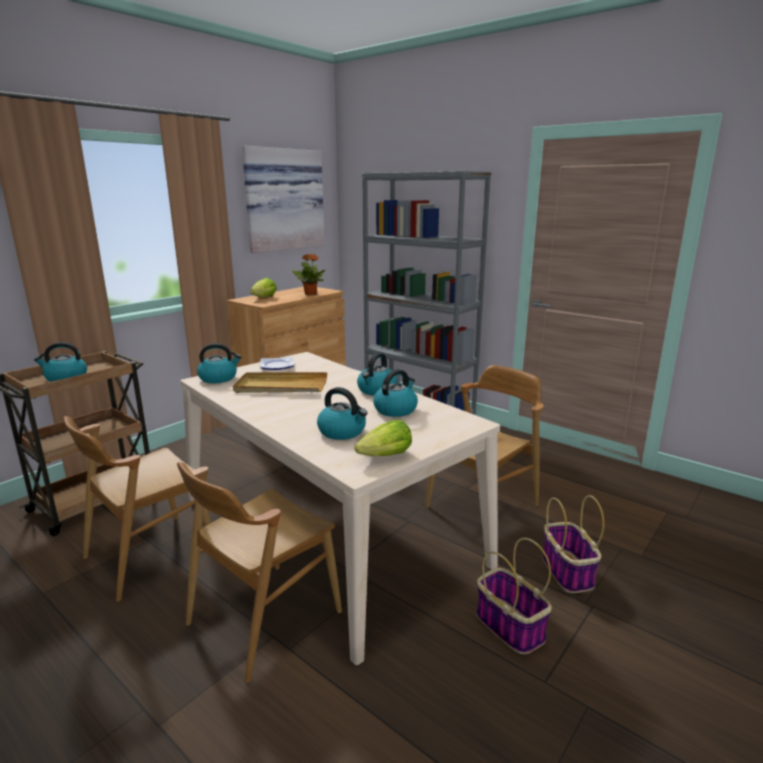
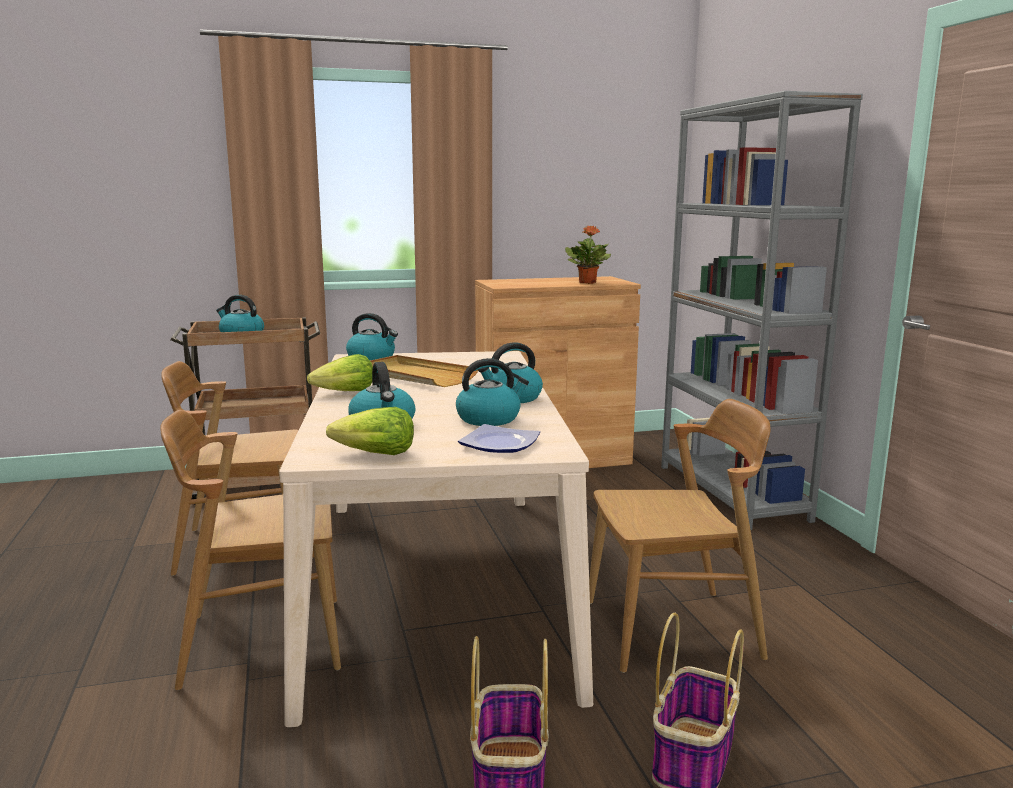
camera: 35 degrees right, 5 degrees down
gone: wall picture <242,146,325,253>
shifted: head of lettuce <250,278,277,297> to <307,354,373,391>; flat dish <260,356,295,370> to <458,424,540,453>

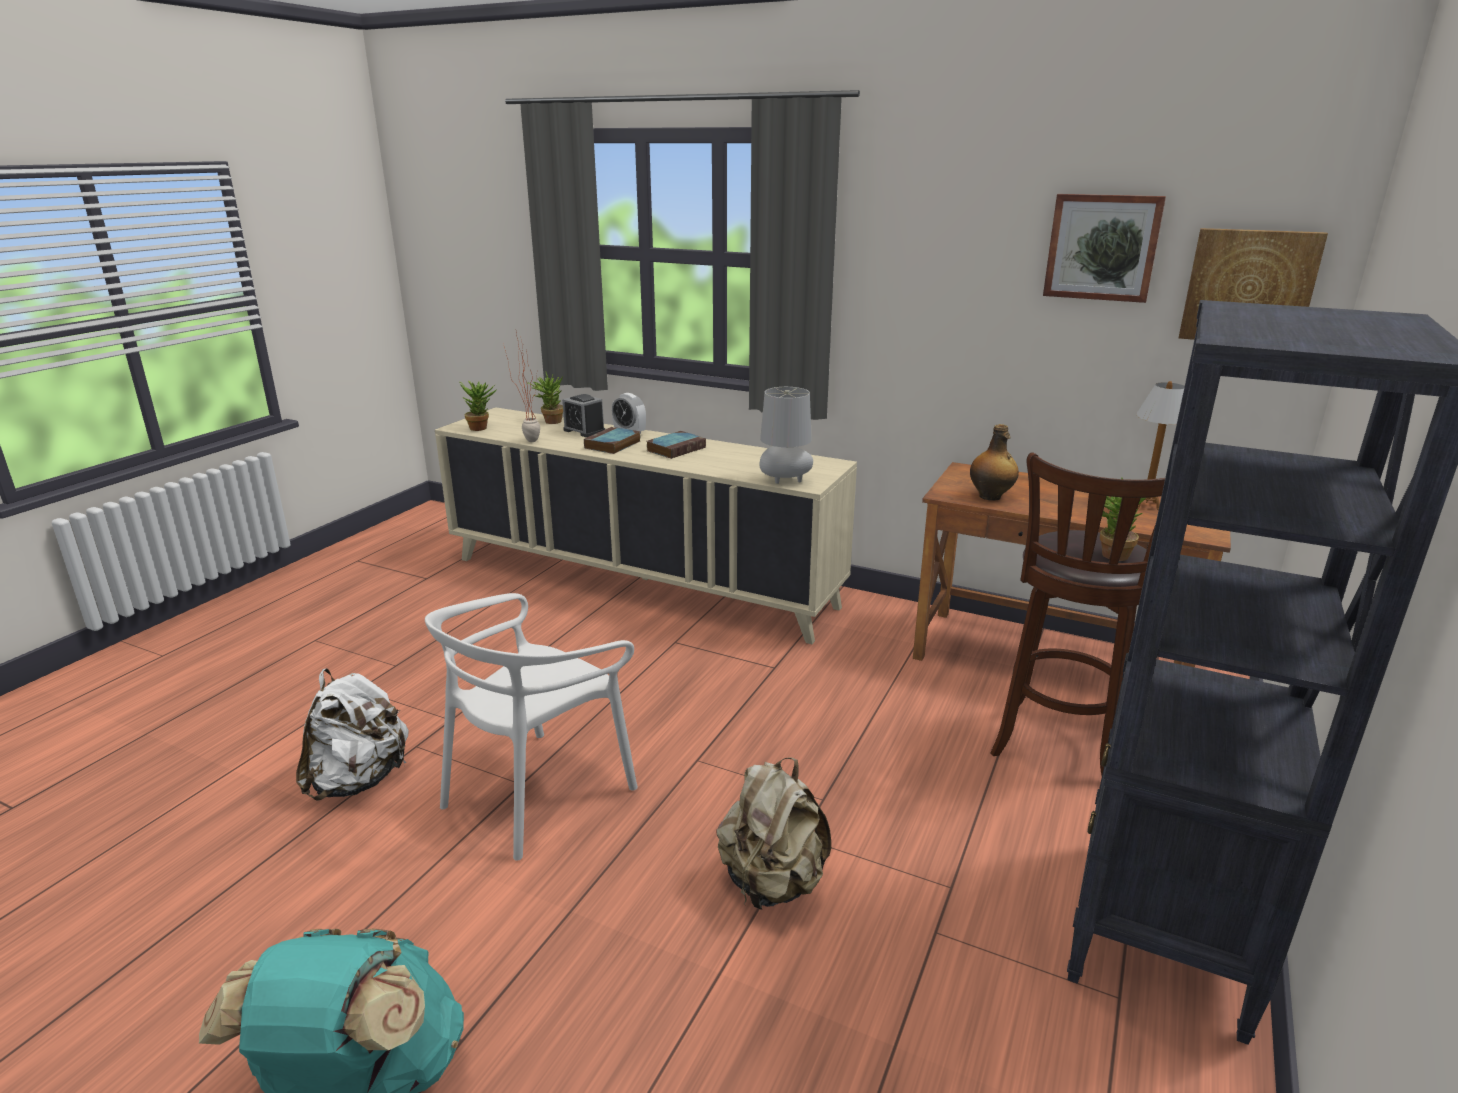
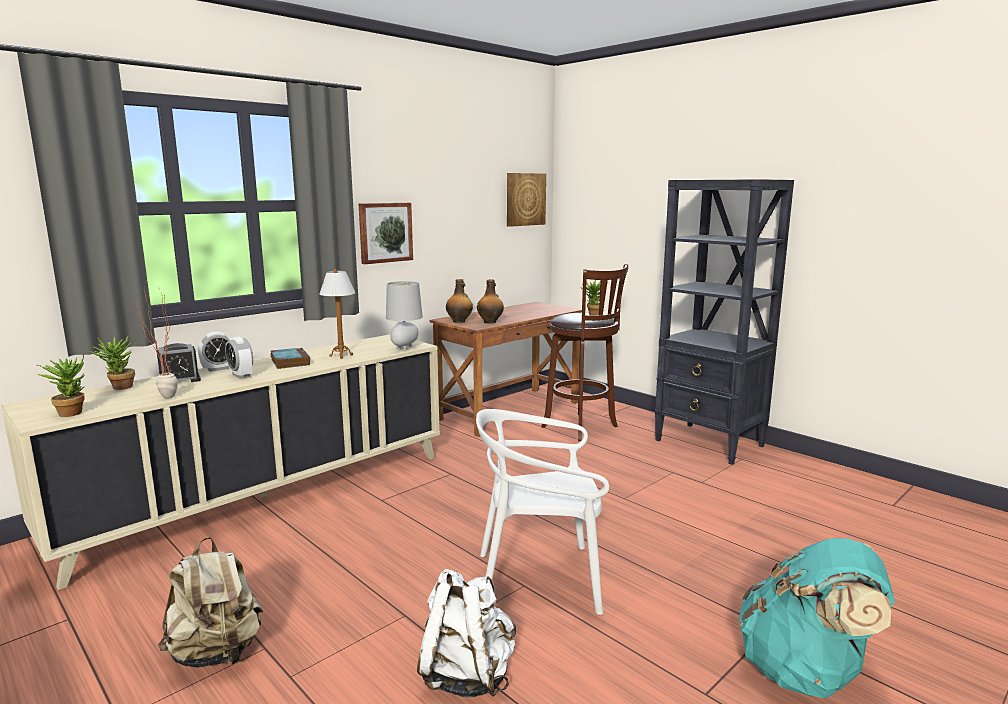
camera: 70 degrees left, 10 degrees down
new: beverage bottle <446,279,473,323>
shifted: knapsack in beige-coloured <716,757,831,910> to <158,537,263,668>; wall picture <1043,194,1166,303> to <359,203,413,264>; tabletop lamp <1136,381,1185,510> to <319,269,356,359>
swapped: volume <584,427,640,454> to bedside clock <225,337,253,379>
rotated: chair in white <425,593,638,861> = <476,409,609,615> 120 degrees clockwise

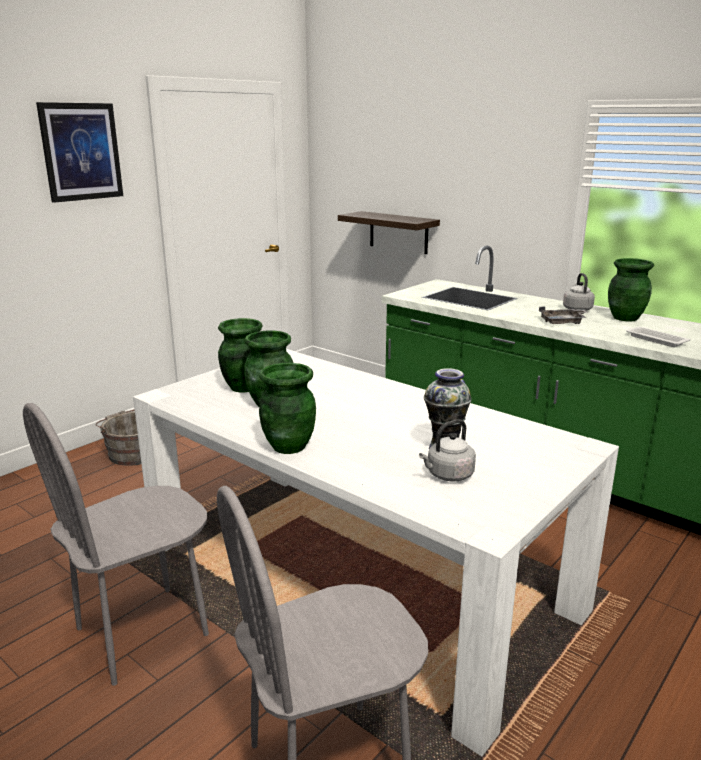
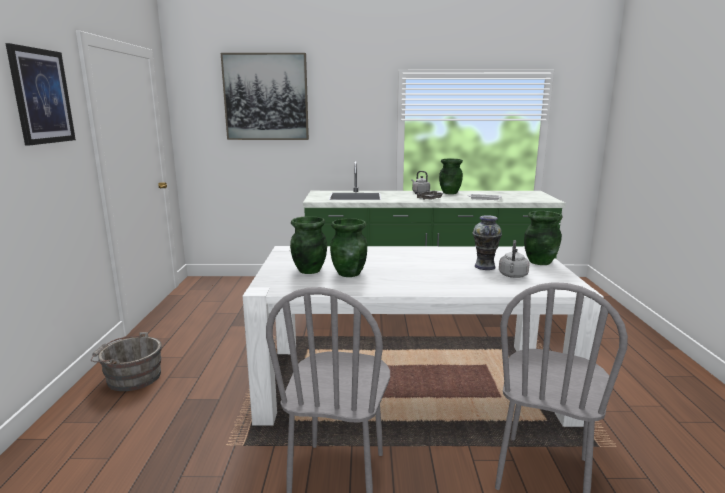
camera: 40 degrees left, 5 degrees down
gone: wall shelf <338,211,440,254>
new: wall picture <221,53,309,140>
shifted: decorative vase in green <259,363,316,454> to <524,211,563,265>

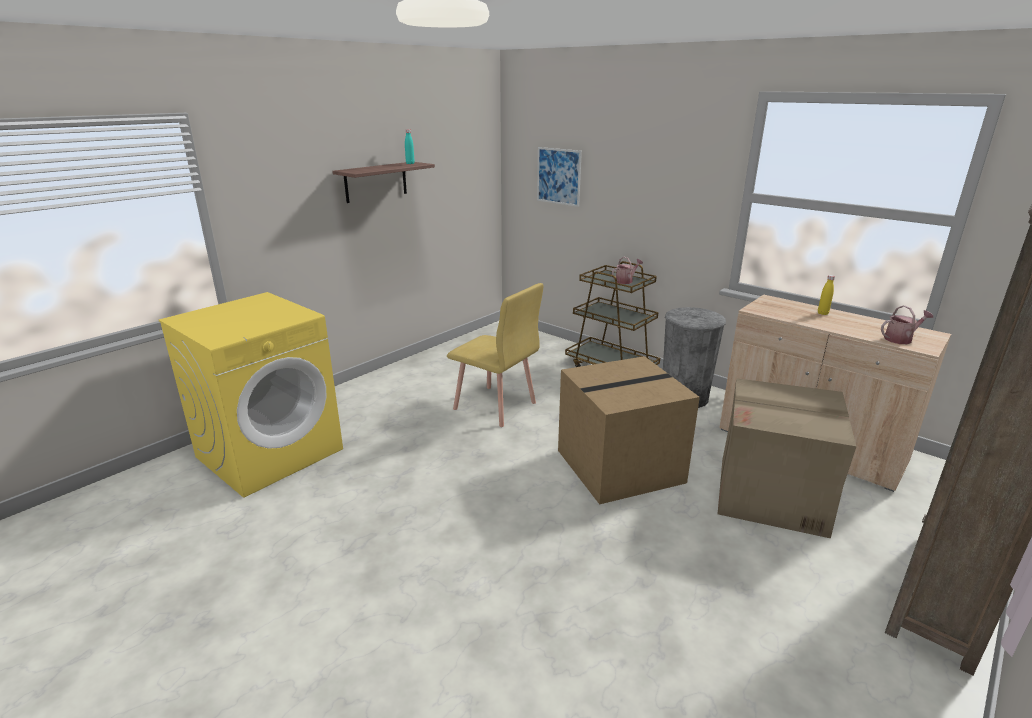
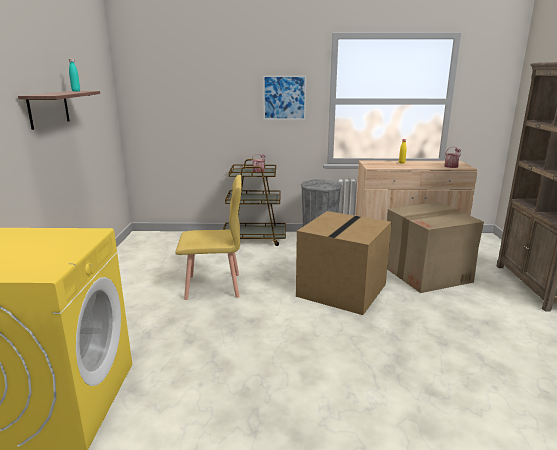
camera: 40 degrees left, 5 degrees down
shifted: wall picture <537,147,582,207> to <263,75,306,120>

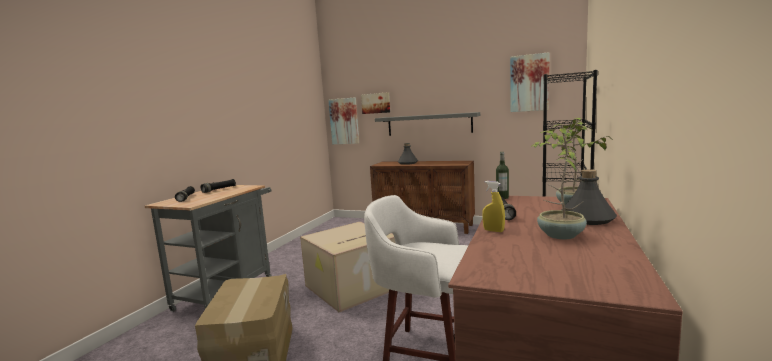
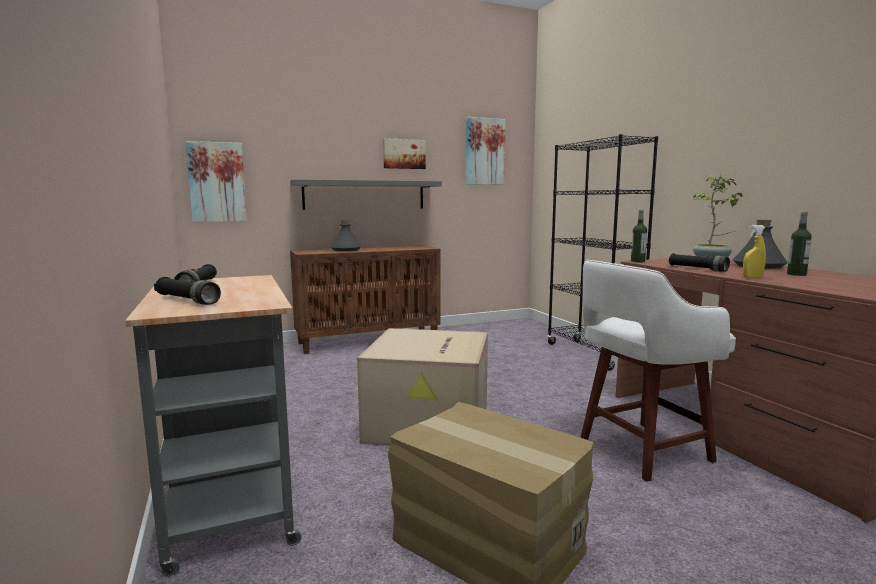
camera: 45 degrees left, 0 degrees up
shifted: wall picture <361,92,390,114> to <383,138,426,169>
swapped: plant in a pot <531,123,587,240> to beverage bottle <787,212,812,276>

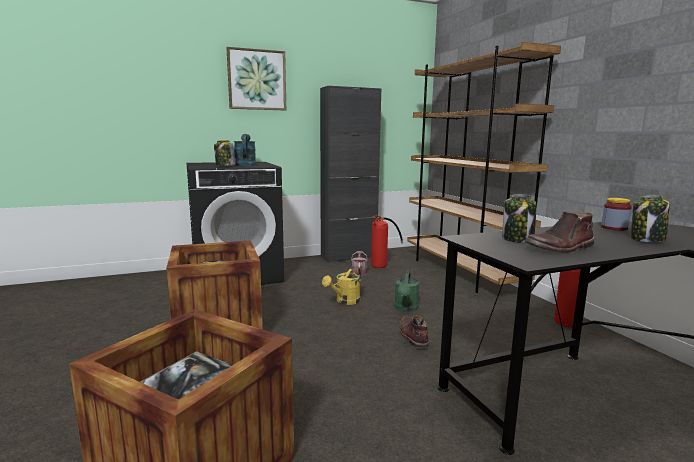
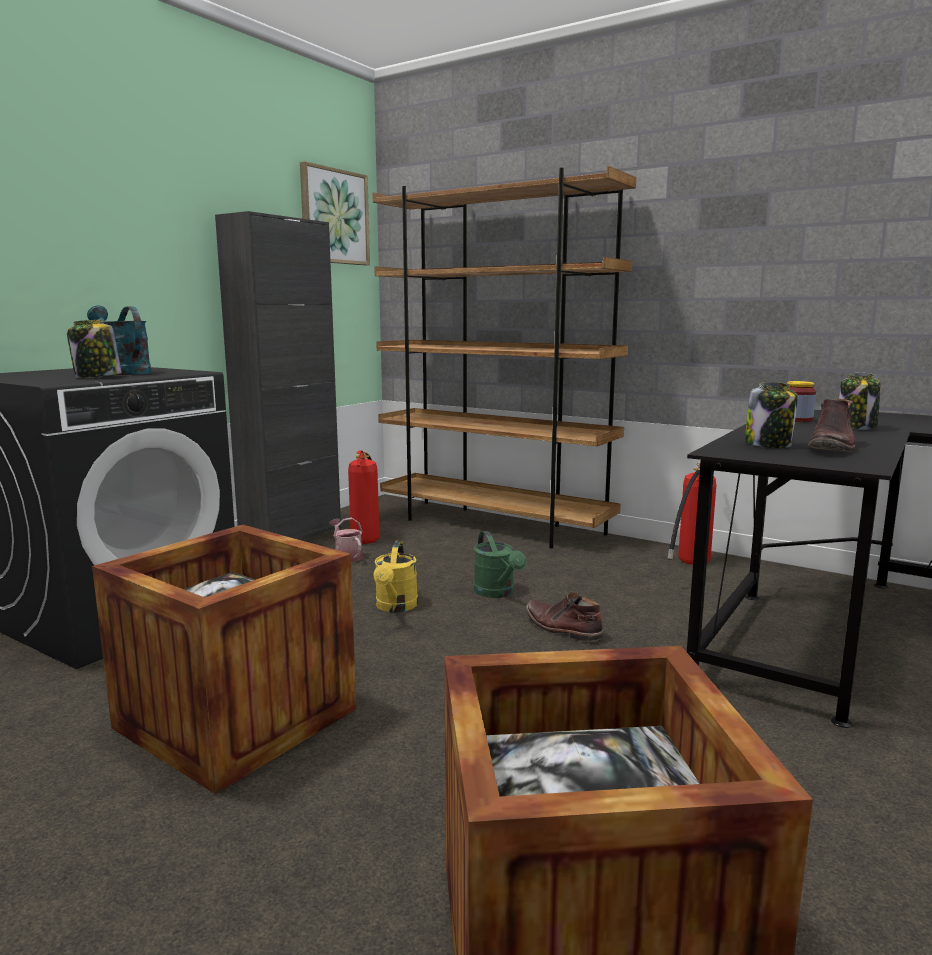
camera: 35 degrees left, 0 degrees up
shifted: wall picture <227,47,286,110> to <300,161,370,265>

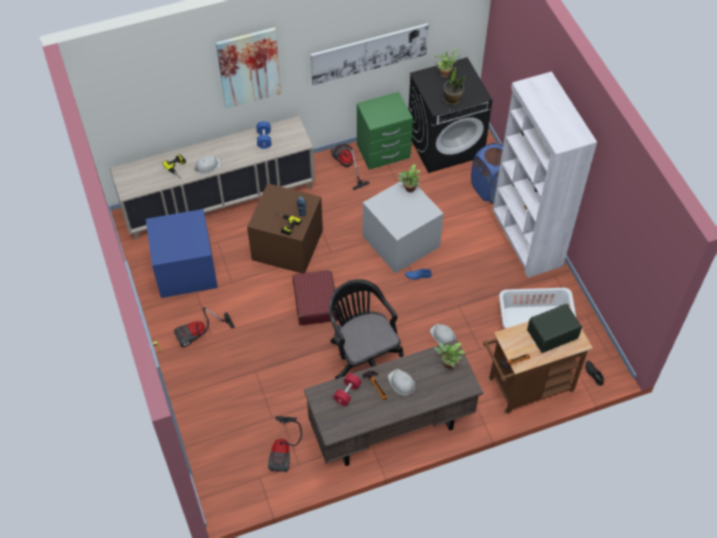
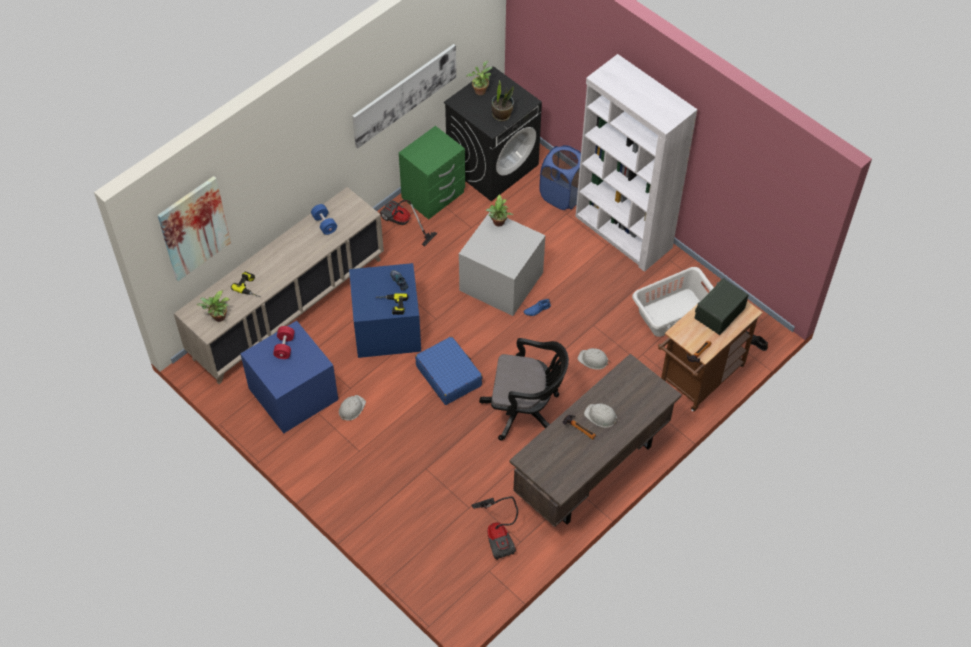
camera: 25 degrees left, 0 degrees up
gone: vacuum cleaner <174,307,235,347>
shifted: safety helmet in white <195,155,222,174> to <339,395,366,421>; wall picture <216,27,281,109> to <158,176,231,281>; dumbbell in red-coloured <333,373,361,406> to <273,326,295,359>; plant in a pot <434,343,465,369> to <197,290,230,322>
repainted: storage box in brownish <247,183,323,273> to storage box in bluish <349,263,421,358>; travel case in red-coloured <293,270,338,325> to travel case in bluish <415,336,483,405>
rotated: desk chair in blackish <329,279,404,379> = <479,338,569,441> 150 degrees clockwise

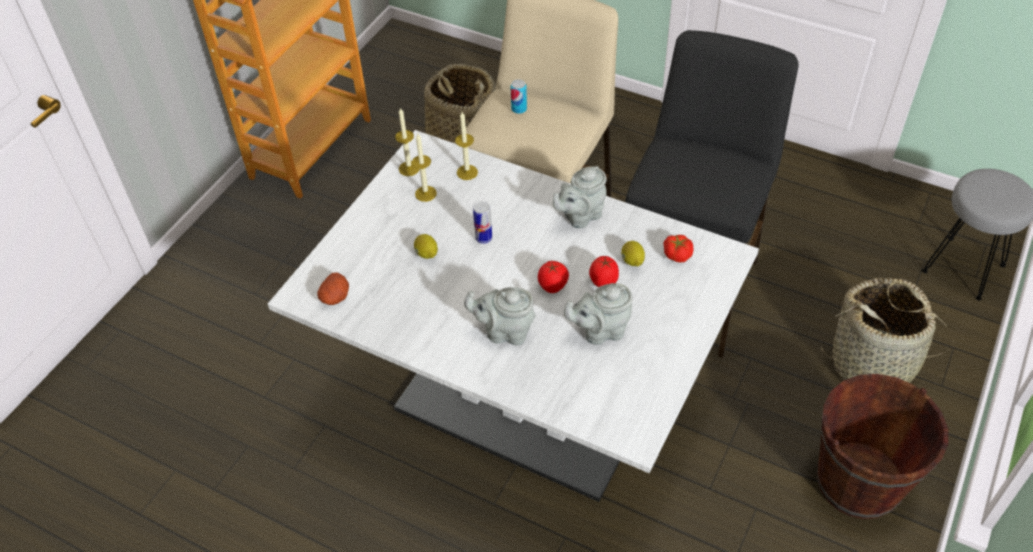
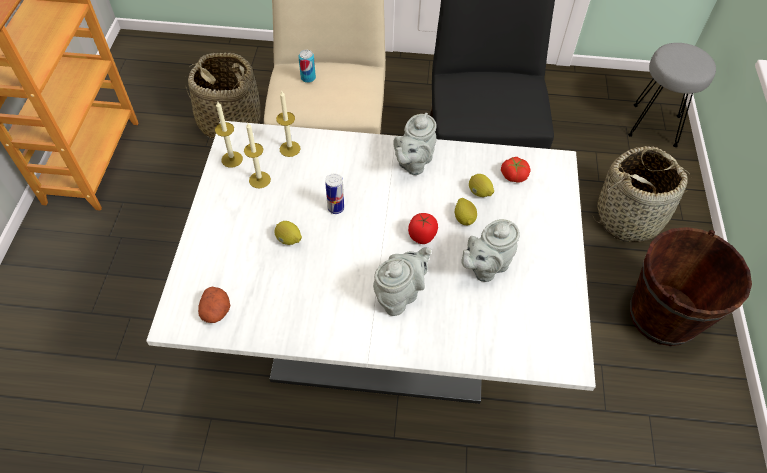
camera: 25 degrees left, 5 degrees up
swapped: whole tomato <589,256,619,287> to whole lemon <455,198,477,225>
rotated: teapot in gray <464,287,536,346> = <373,247,431,316> 150 degrees clockwise

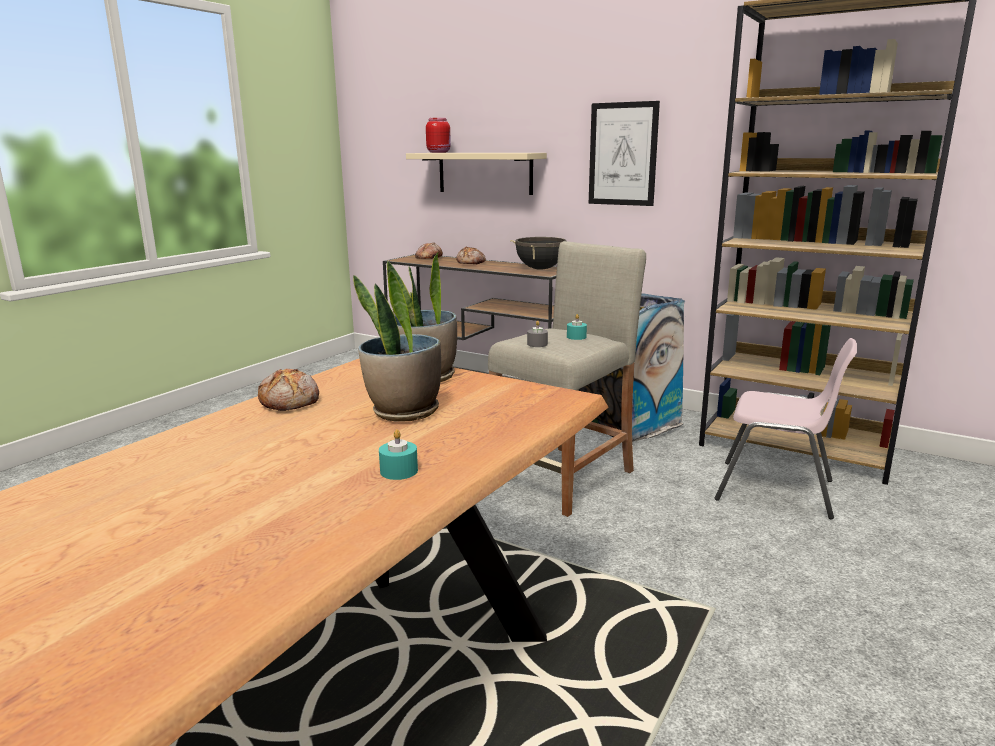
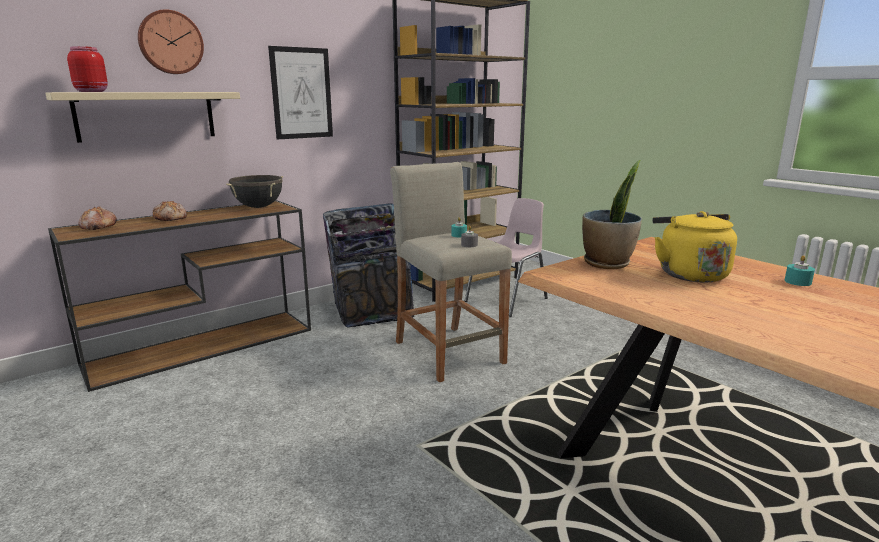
camera: 70 degrees left, 0 degrees up
gone: bread <258,369,319,411>
new: wall clock <138,9,204,74>
swapped: plant in a pot <353,271,441,422> to tea kettle in yellow <652,211,737,282>

